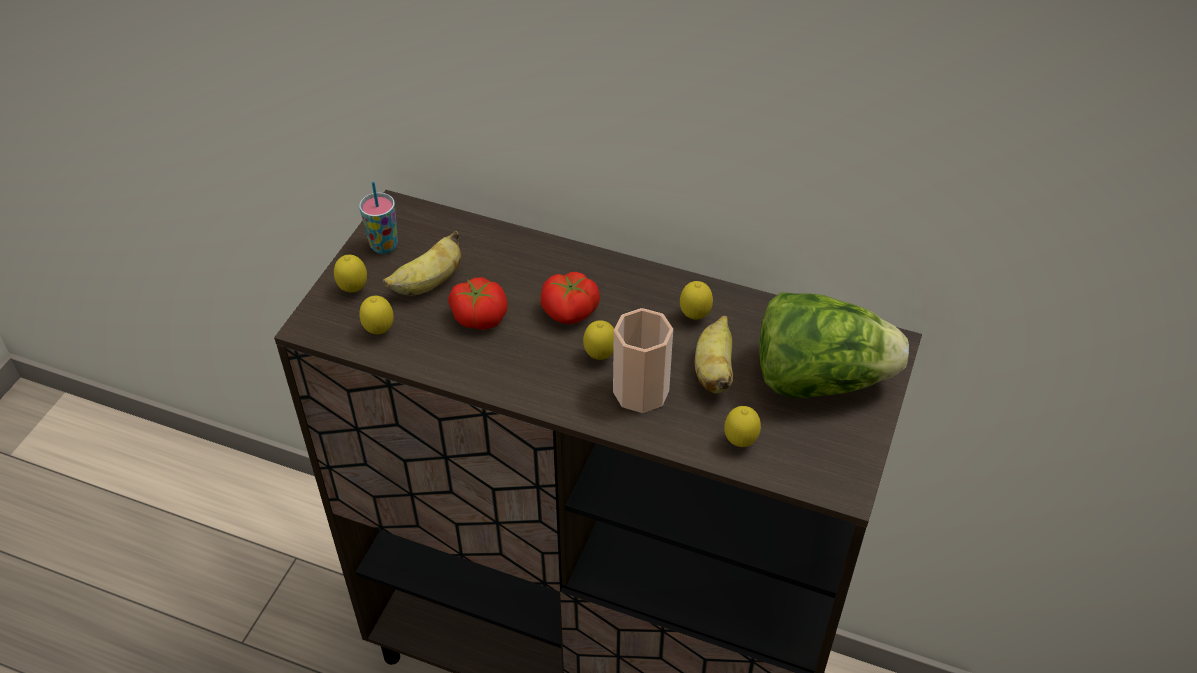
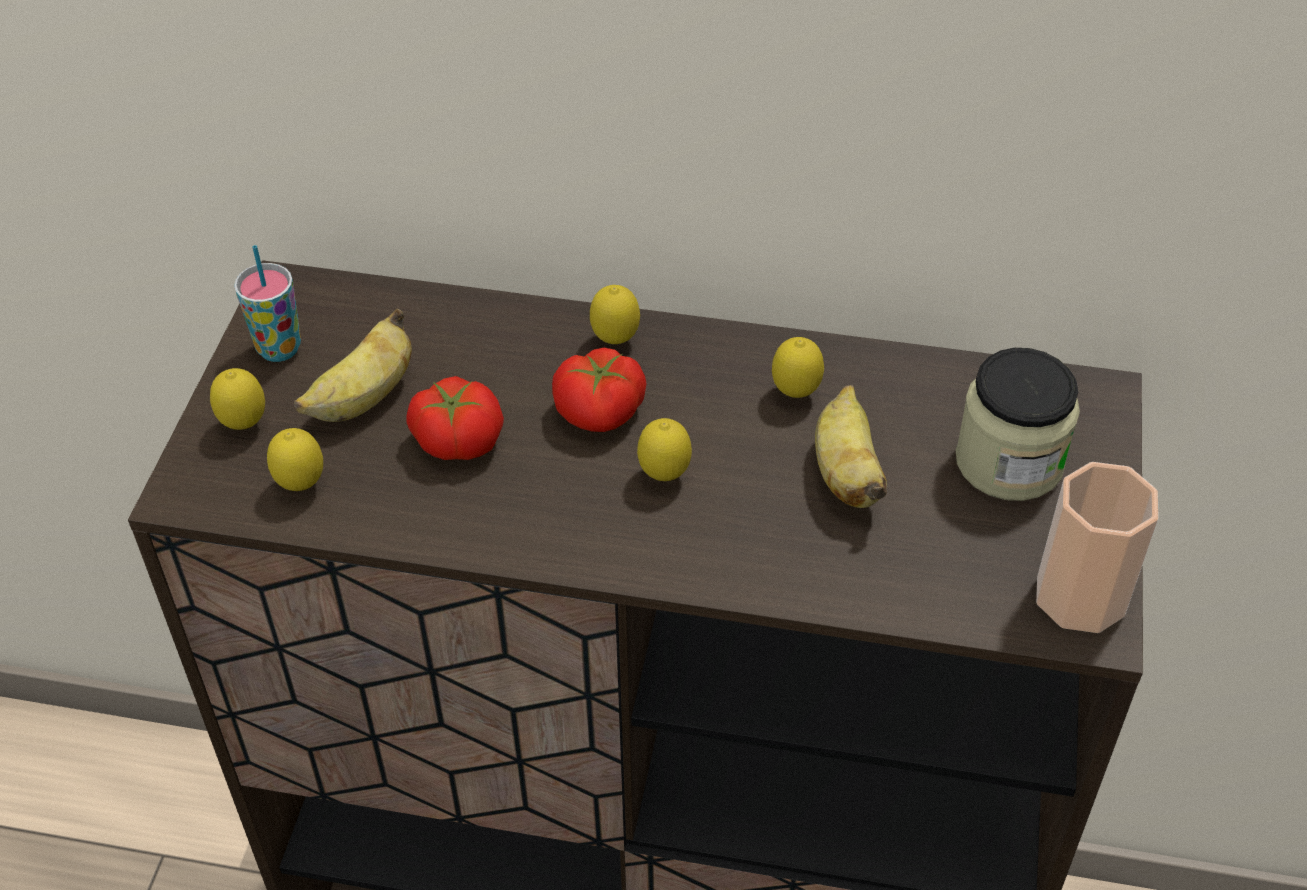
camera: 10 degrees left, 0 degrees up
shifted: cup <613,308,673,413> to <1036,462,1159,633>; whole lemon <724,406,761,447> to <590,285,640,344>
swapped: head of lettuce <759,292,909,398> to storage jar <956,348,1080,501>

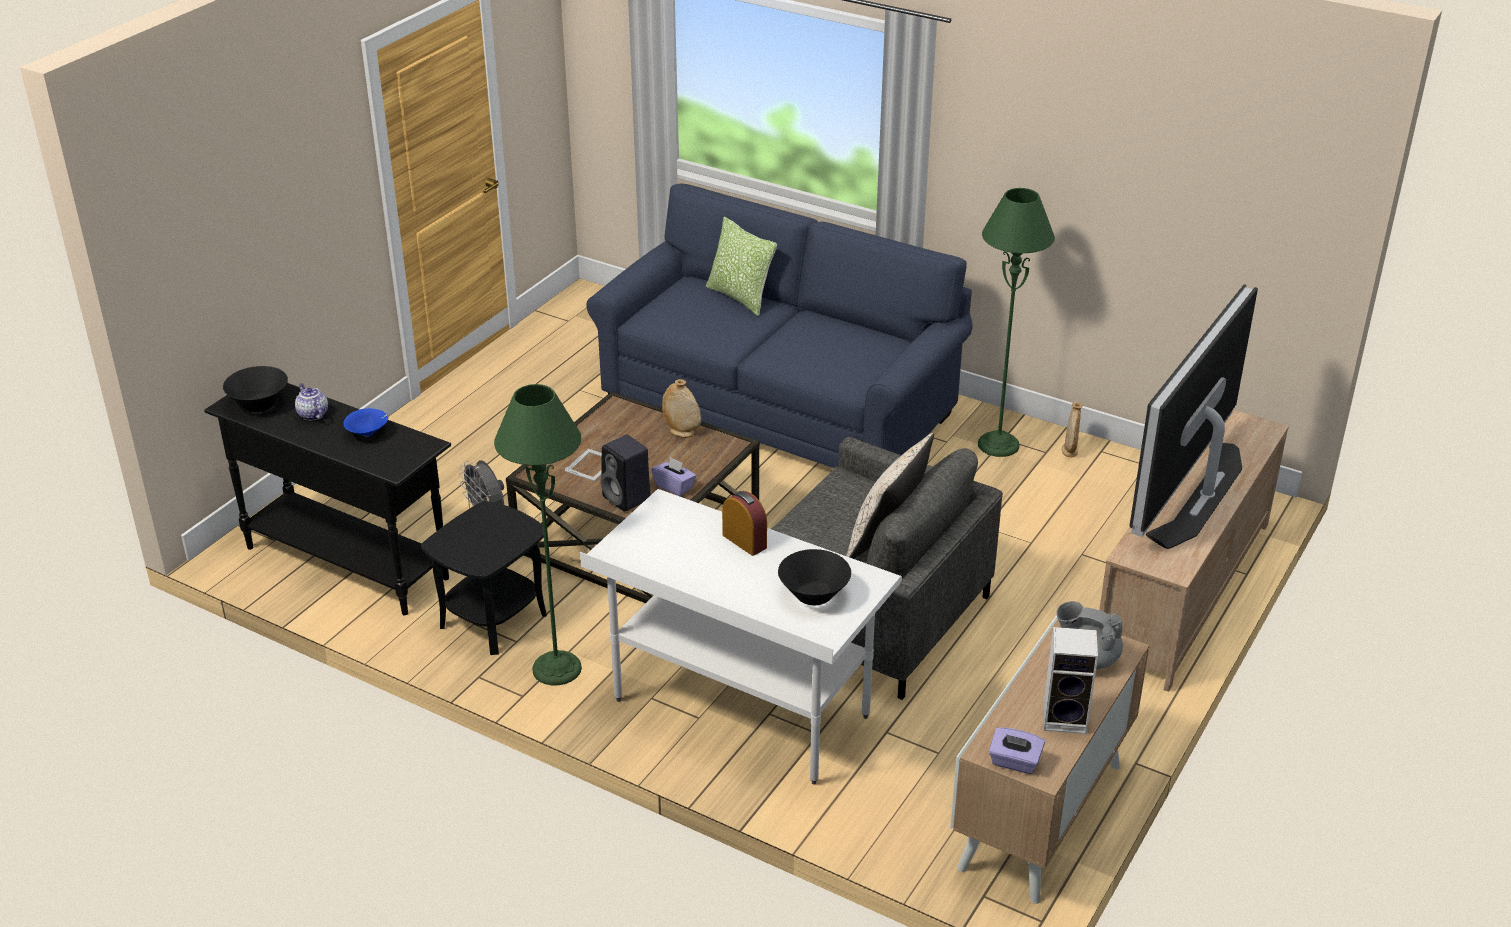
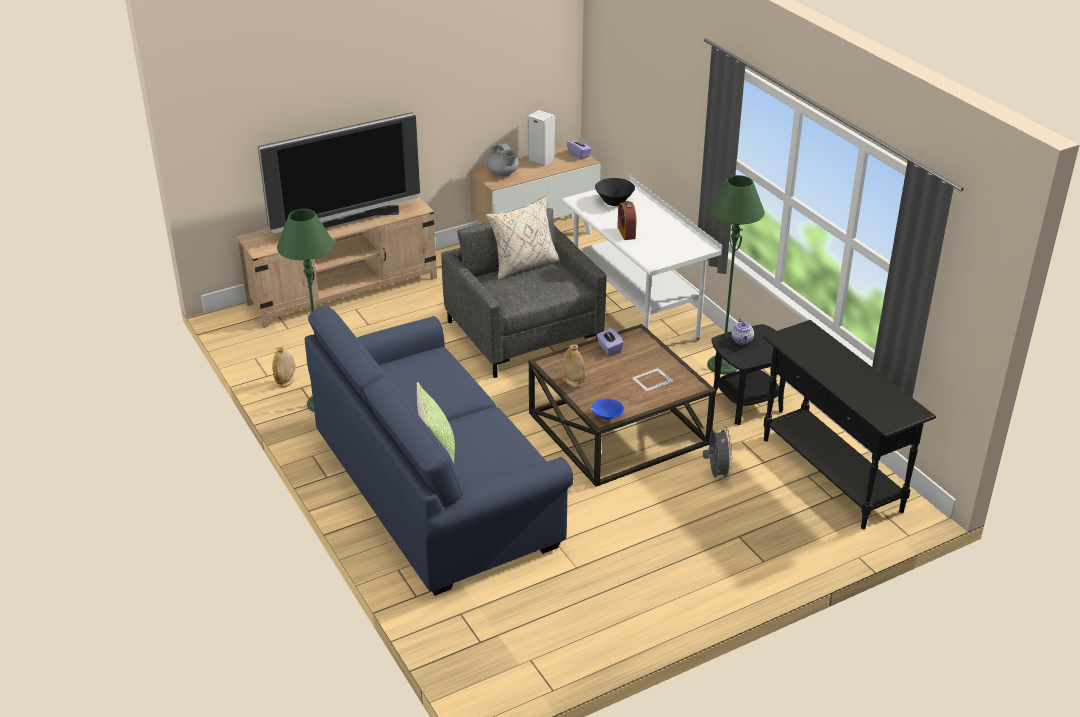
camera: 150 degrees left, 0 degrees up
gone: deep dish in blackish <223,366,288,412>; loudspeaker in blackish <601,435,651,512>
shifted: teapot <295,383,328,421> to <731,318,754,345>; deep dish in bluish <344,408,388,437> to <591,399,624,420>

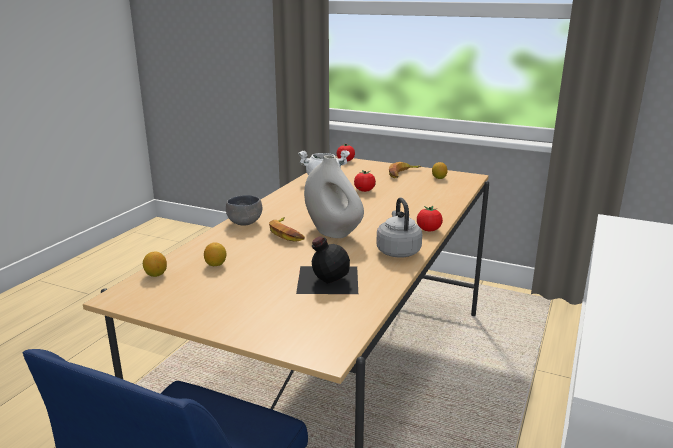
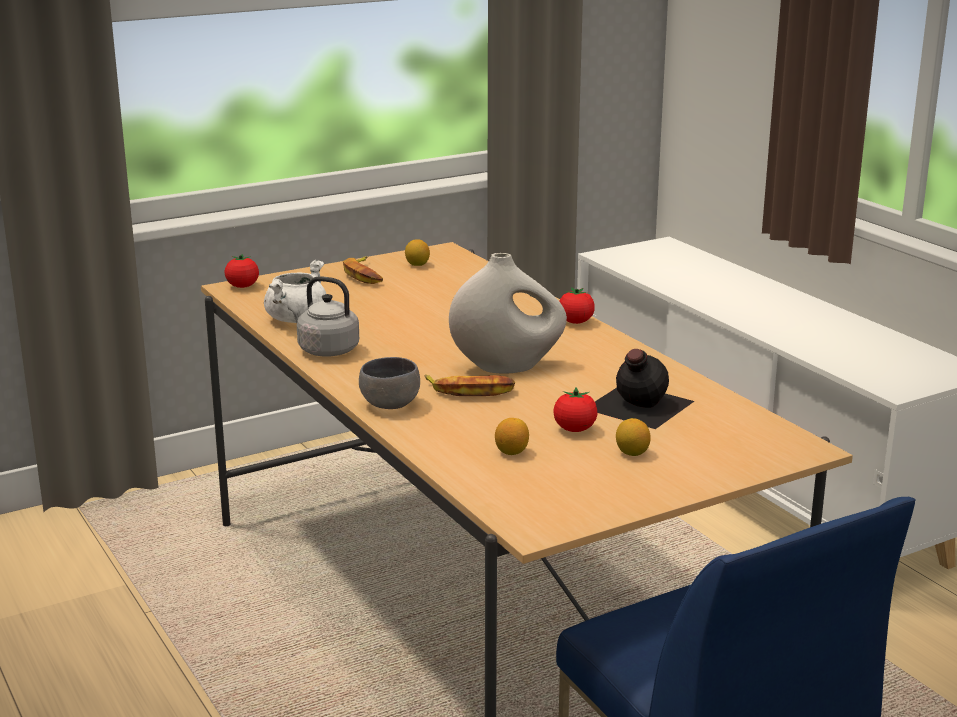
camera: 55 degrees left, 0 degrees up
shifted: whole lemon <143,252,167,277> to <616,418,651,456>; whole tomato <354,170,376,192> to <553,388,597,432>; tea kettle in gray <376,197,422,257> to <288,276,359,356>

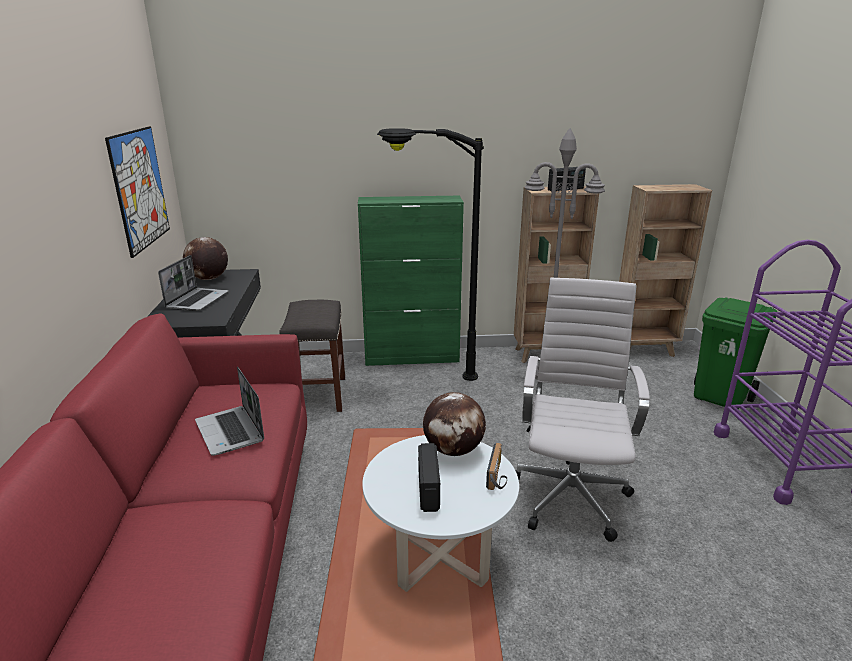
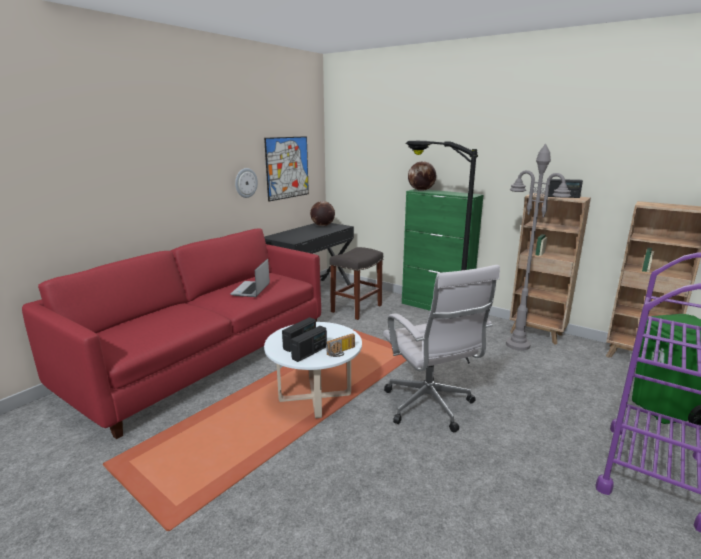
camera: 40 degrees right, 5 degrees down
gone: laptop <158,255,228,311>
new: wall clock <235,168,258,198>; radio set <291,326,327,362>
shifted: world globe <423,392,486,456> to <408,161,436,191>
rotated: desk chair in white <515,278,650,542> = <383,265,500,432> 105 degrees clockwise

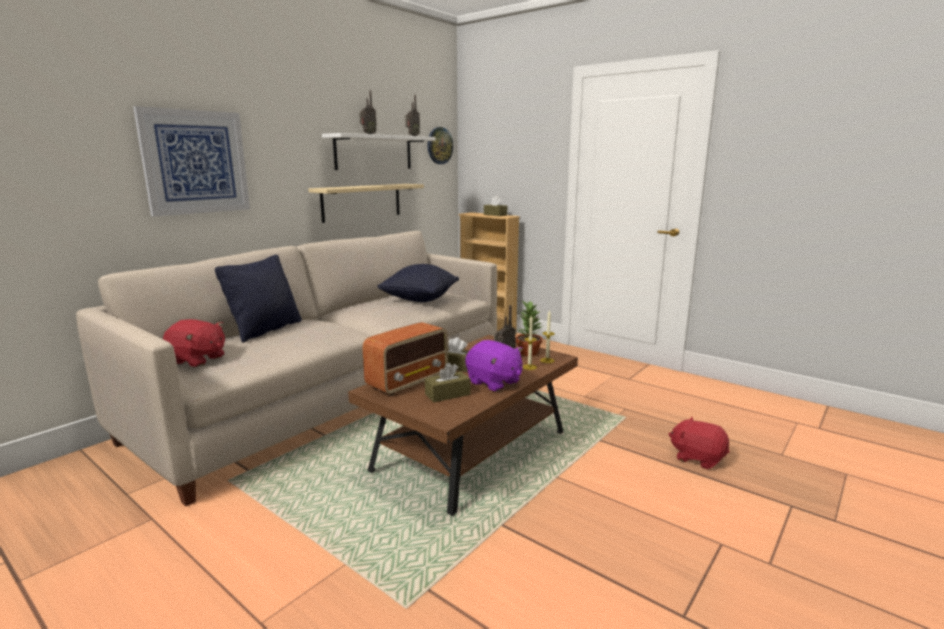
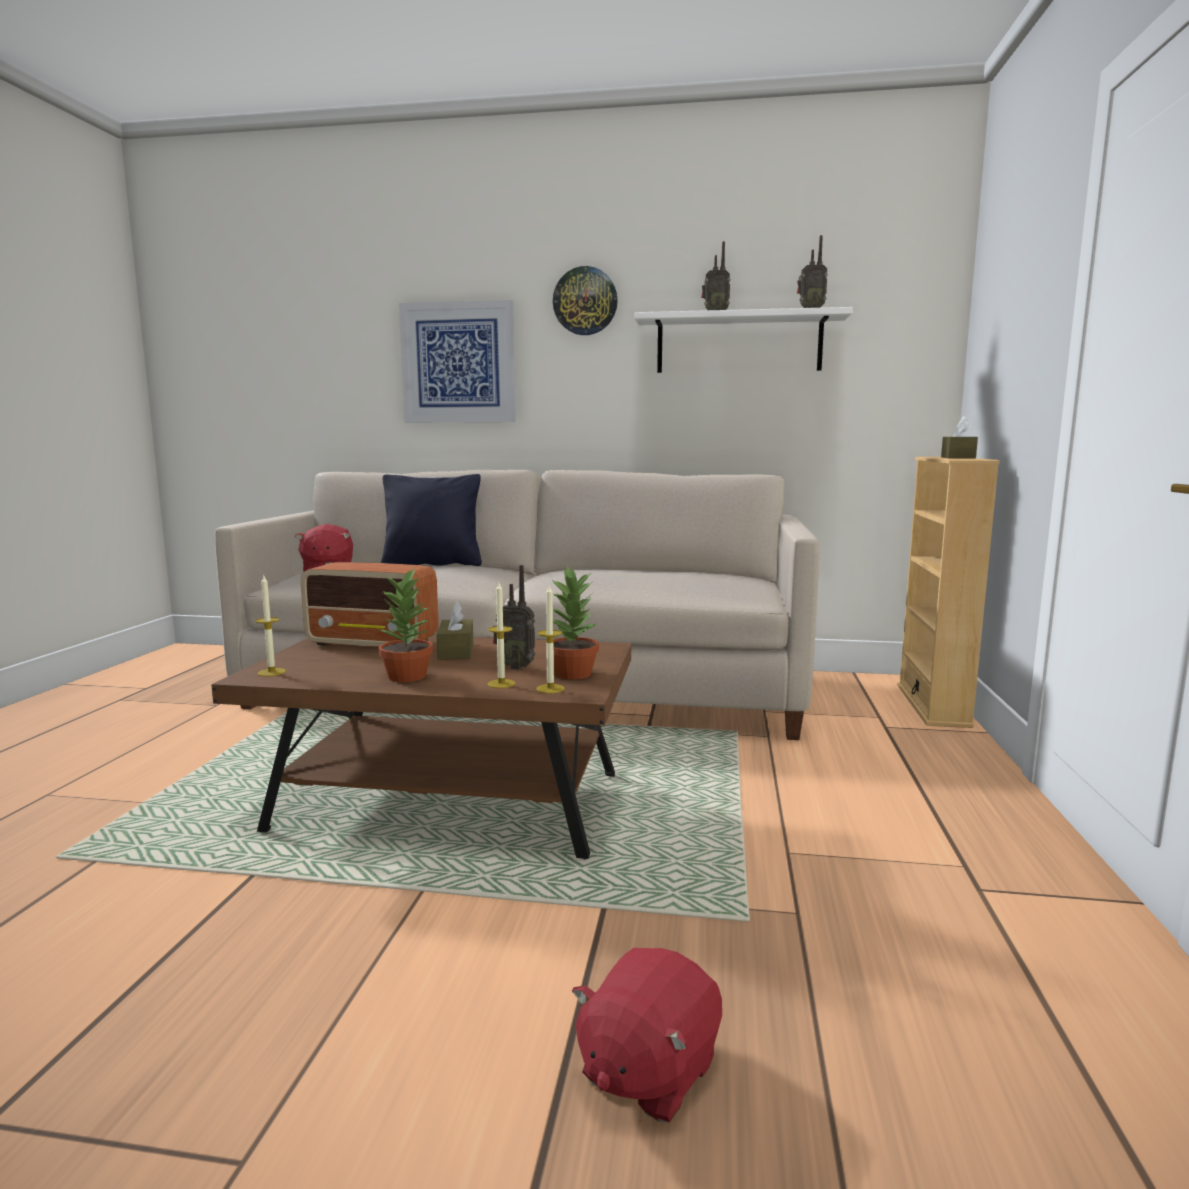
camera: 60 degrees right, 5 degrees down
gone: wall shelf in beige-coloured <308,184,424,223>; cushion in blackish <378,264,459,302>; tissue holder in brownish <425,363,470,402>
new: wax candle <255,576,286,677>
shifted: wall clock <428,127,453,164> to <553,266,618,335>
swapped: soft toy in purple-coloured <465,340,523,391> to plant in a pot <378,568,433,682>
rotated: soft toy in red-coloured <669,417,729,469> = <572,948,722,1122> 150 degrees counterclockwise

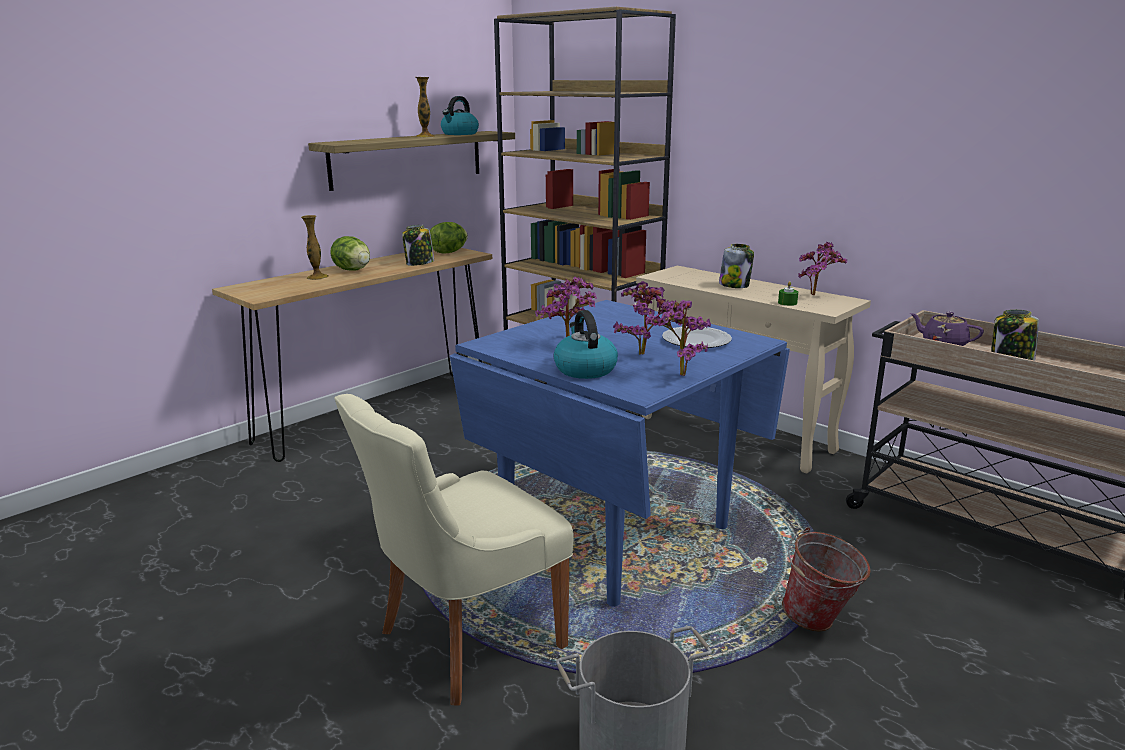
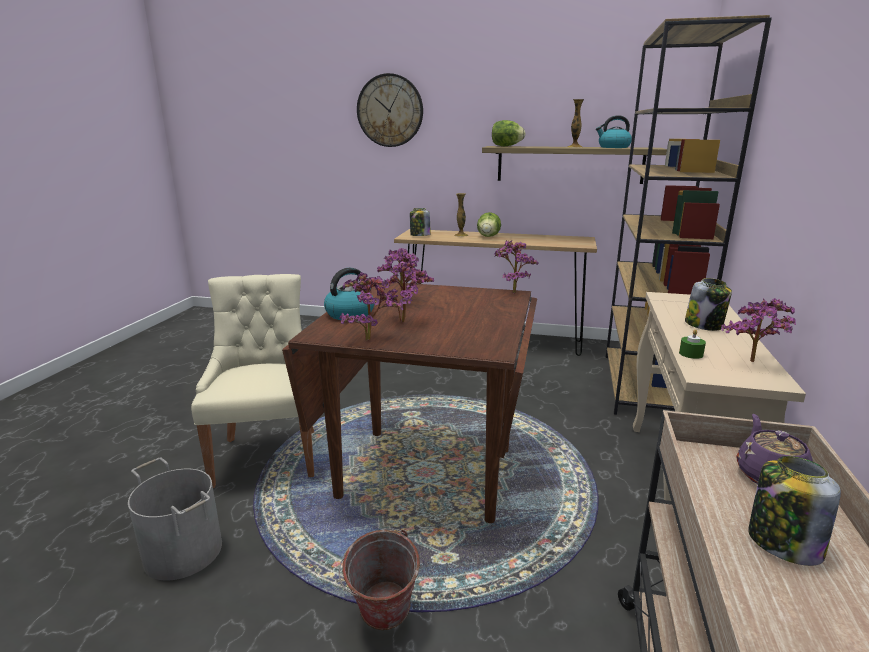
camera: 60 degrees right, 0 degrees up
gone: flat dish <662,326,732,348>
new: wall clock <357,73,423,147>; plant in a pot <494,240,539,293>
shifted: storage jar <402,225,434,266> to <410,208,431,236>; head of lettuce <430,222,468,253> to <492,120,525,146>
repainted: dinner table in bluish <450,300,790,607> to dinner table in brownish <282,282,537,523>
rotated: chair in beige-coloured <334,394,574,706> = <191,274,314,488> 60 degrees clockwise

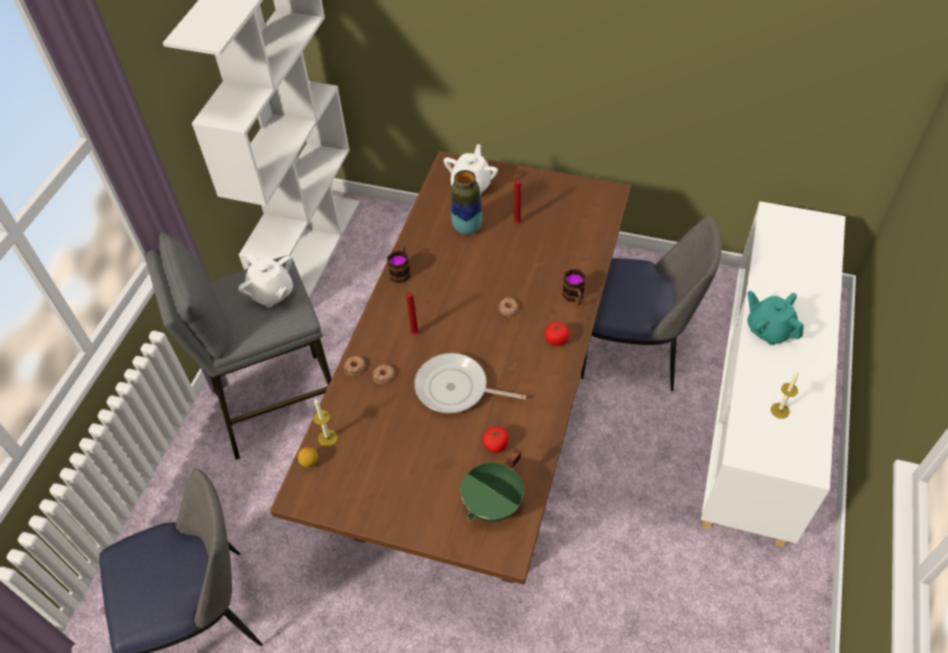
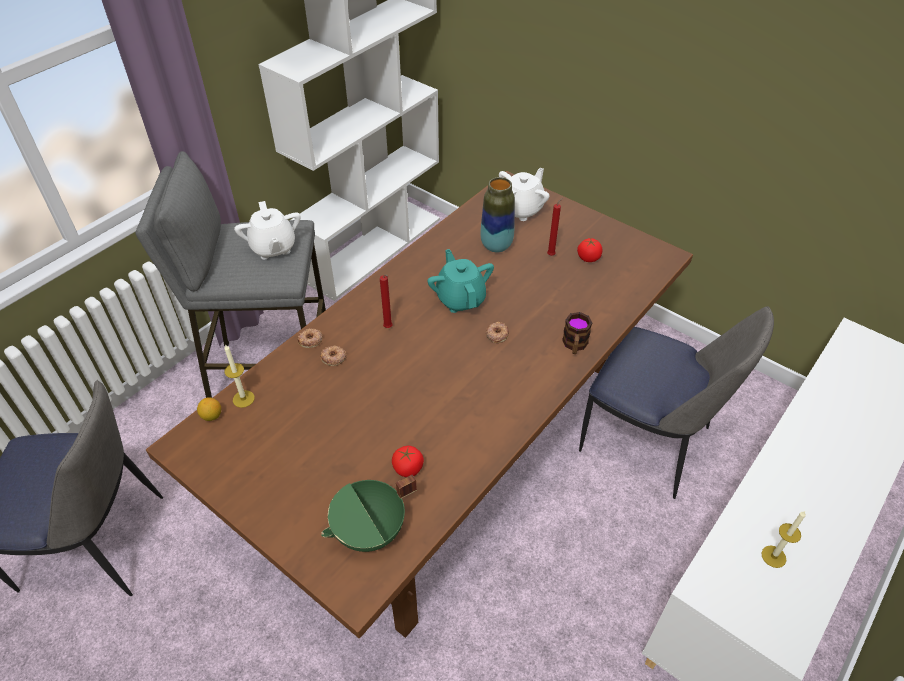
camera: 20 degrees right, 5 degrees down
gone: tea mug <387,246,411,283>; frying pan <414,353,526,413>
shifted: whole tomato <545,322,569,346> to <577,238,602,262>; teapot in blue-green <747,291,804,345> to <427,249,494,313>

